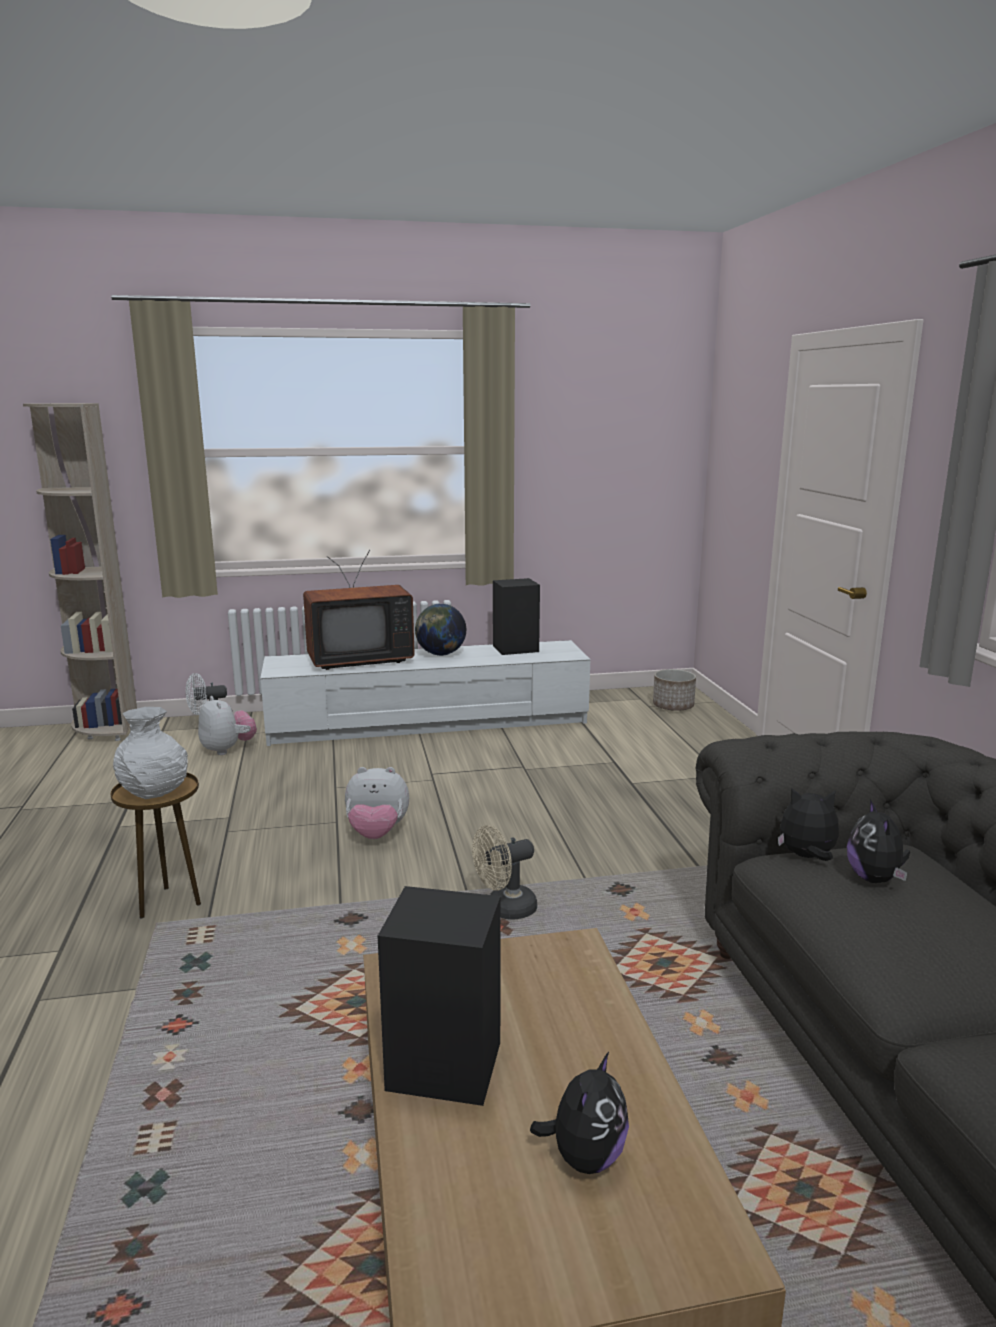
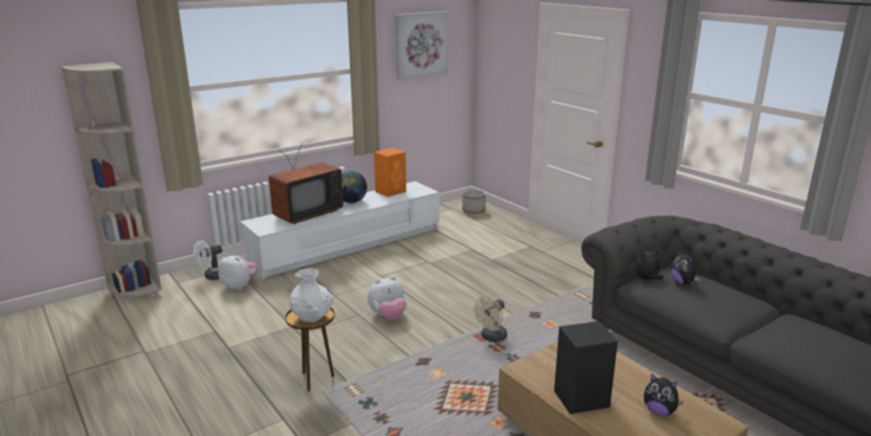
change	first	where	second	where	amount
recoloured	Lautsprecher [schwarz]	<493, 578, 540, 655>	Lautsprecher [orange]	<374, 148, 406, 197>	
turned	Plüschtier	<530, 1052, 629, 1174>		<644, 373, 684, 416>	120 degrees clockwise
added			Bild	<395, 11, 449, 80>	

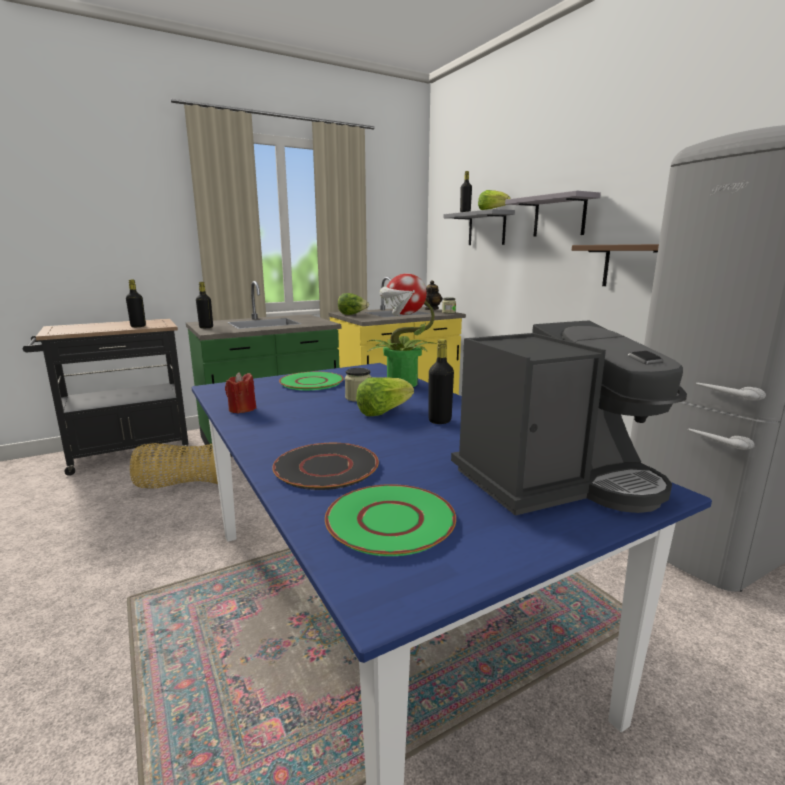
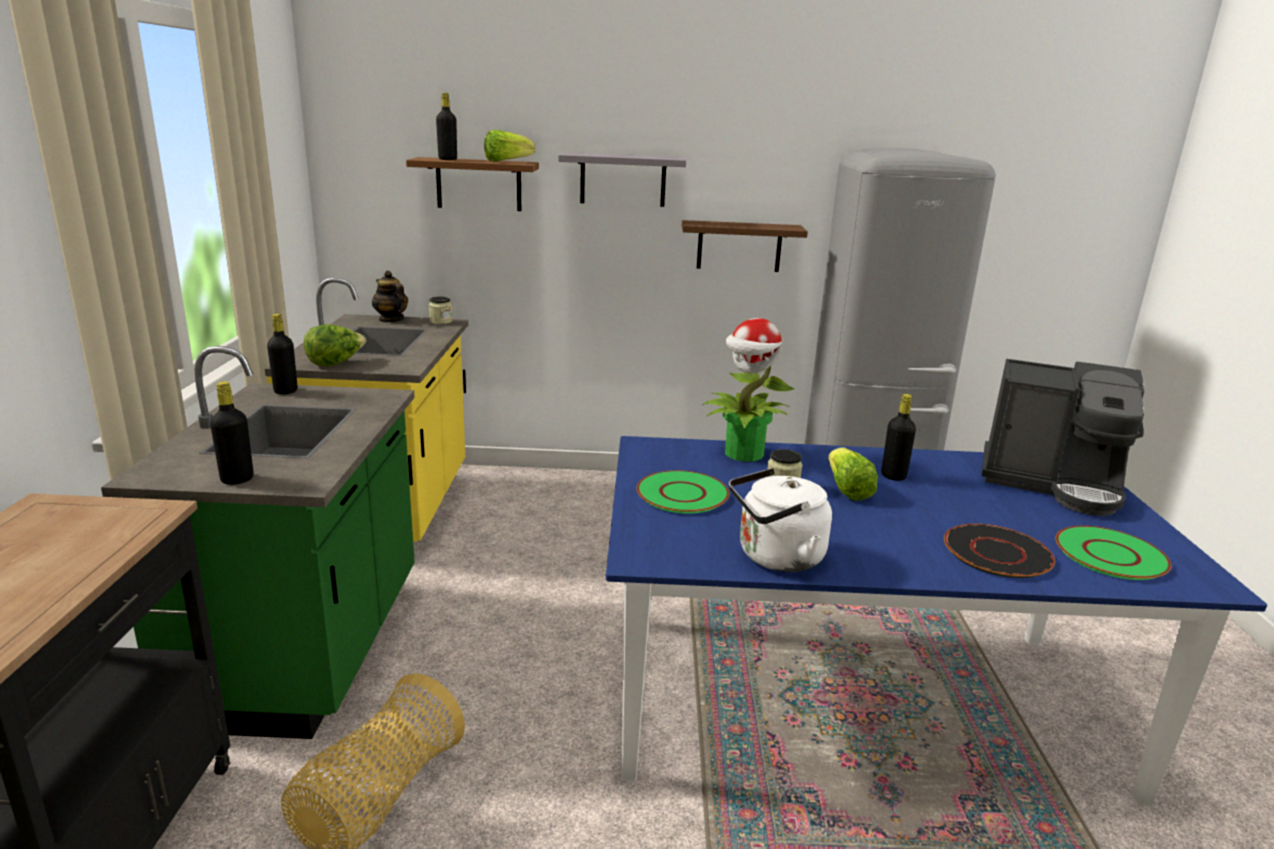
change	first	where	second	where	amount
recoloured	Wandregal [grau]	<443, 209, 515, 245>	Wandregal [braun]	<406, 157, 539, 211>	
moved	Flasche [schwarz]	<126, 280, 146, 327>		<267, 314, 298, 395>	
turned	Kaffeemaschine	<451, 320, 687, 516>		<982, 359, 1144, 516>	105 degrees clockwise
replaced	Kerze [rot]	<225, 372, 257, 414>	Wasserkessel [weiß]	<729, 468, 832, 572>	

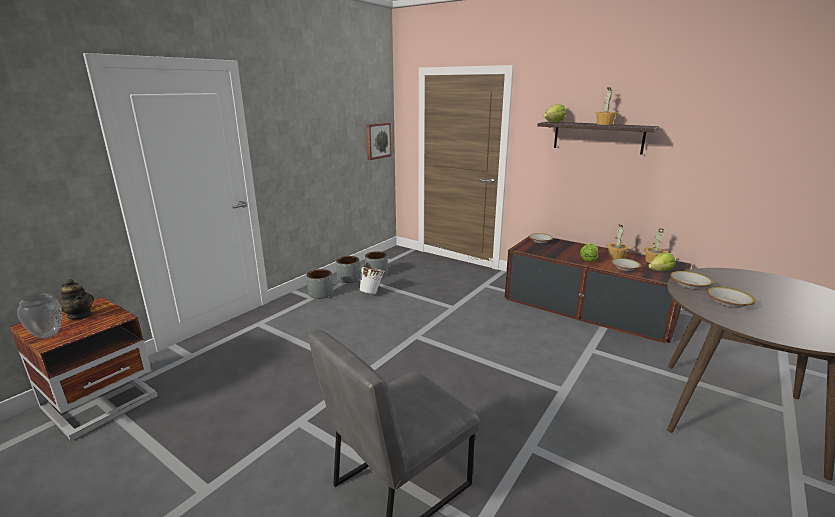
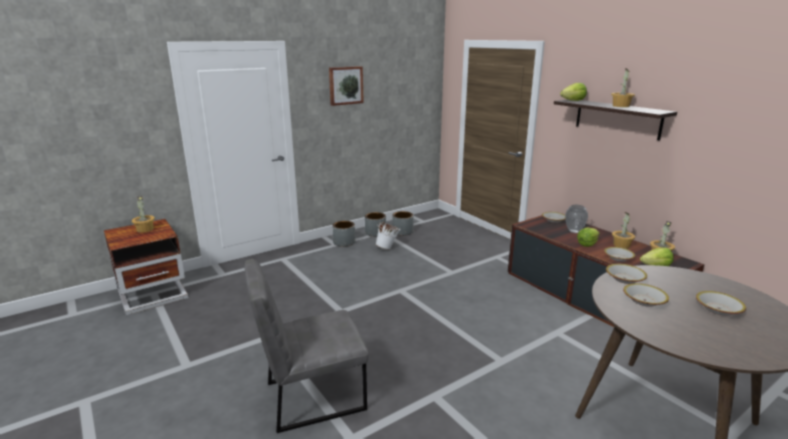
change	first	where	second	where	amount
moved	Bild	<366, 122, 392, 160>		<329, 66, 364, 106>	
replaced	Teekanne	<59, 279, 94, 320>	Topfpflanze	<132, 196, 155, 233>	
moved	Vase	<17, 293, 63, 339>		<565, 205, 588, 233>	
added			Schüssel	<696, 291, 746, 315>	

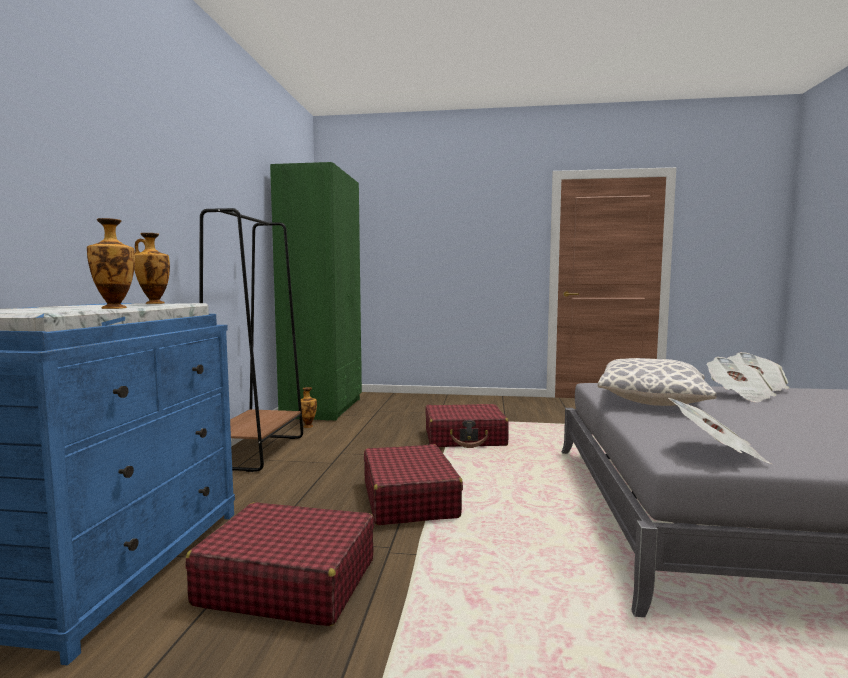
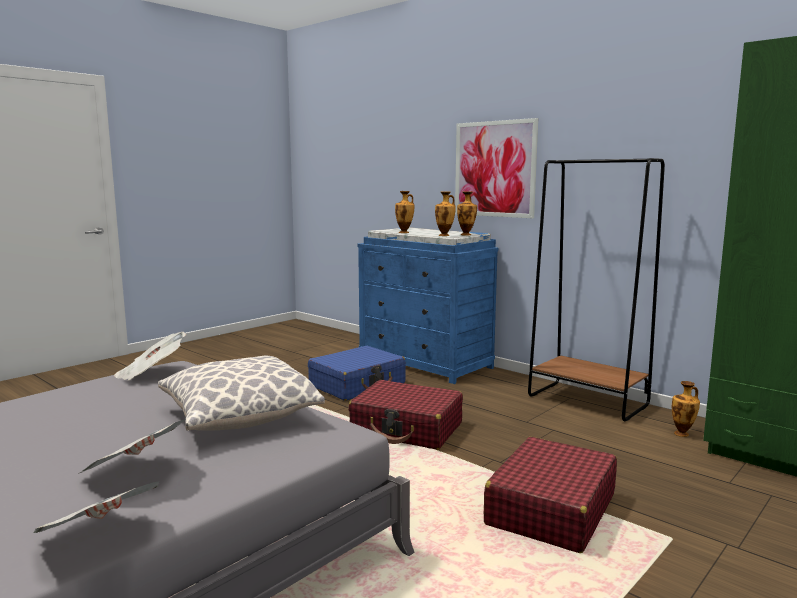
change	first	where	second	where	amount
recoloured	Koffer [rot]	<186, 502, 374, 626>	Koffer [blau]	<308, 346, 406, 401>	
added			Bild	<455, 118, 538, 218>	
added			Vase	<435, 192, 456, 236>	

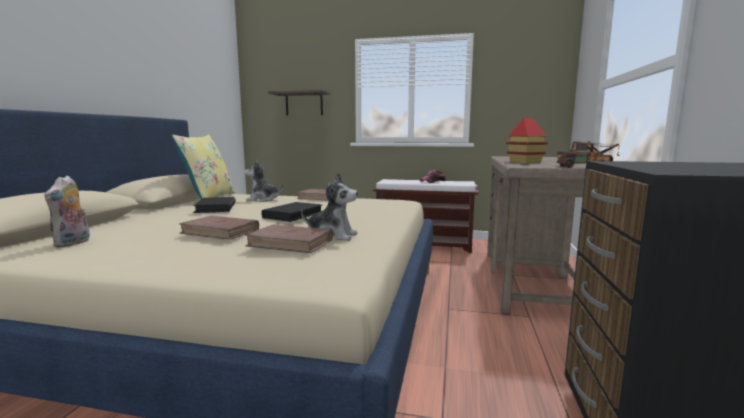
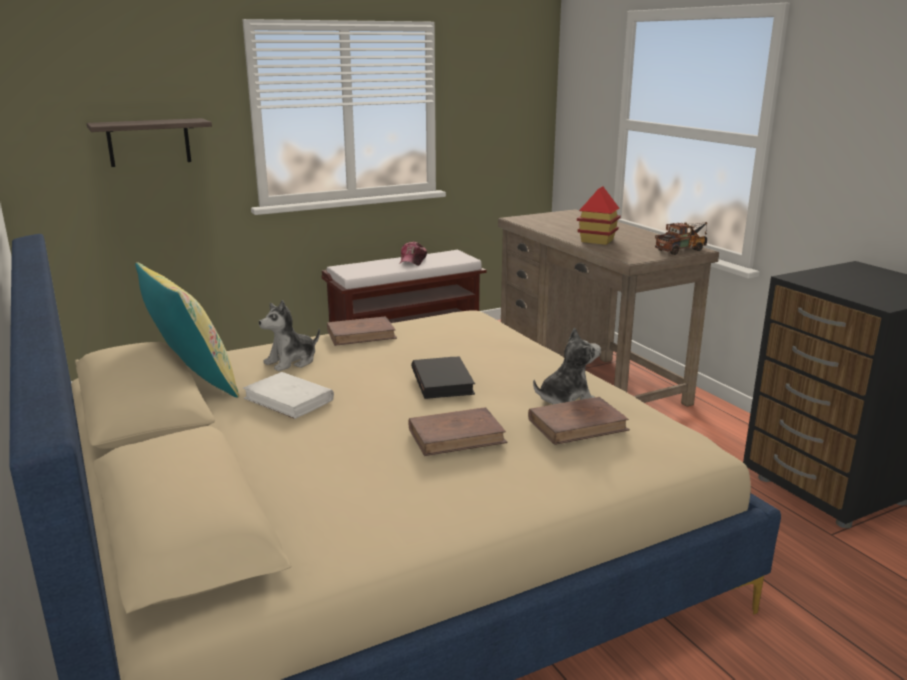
change	first	where	second	where	amount
removed	Plüschtier	<44, 175, 90, 248>			
recoloured	Buch [schwarz]	<193, 197, 236, 213>	Buch [weiß]	<243, 372, 334, 419>	

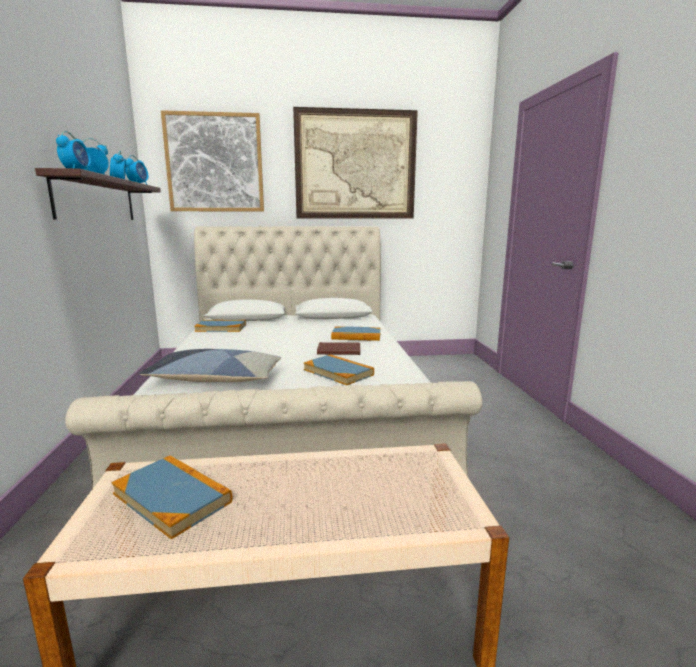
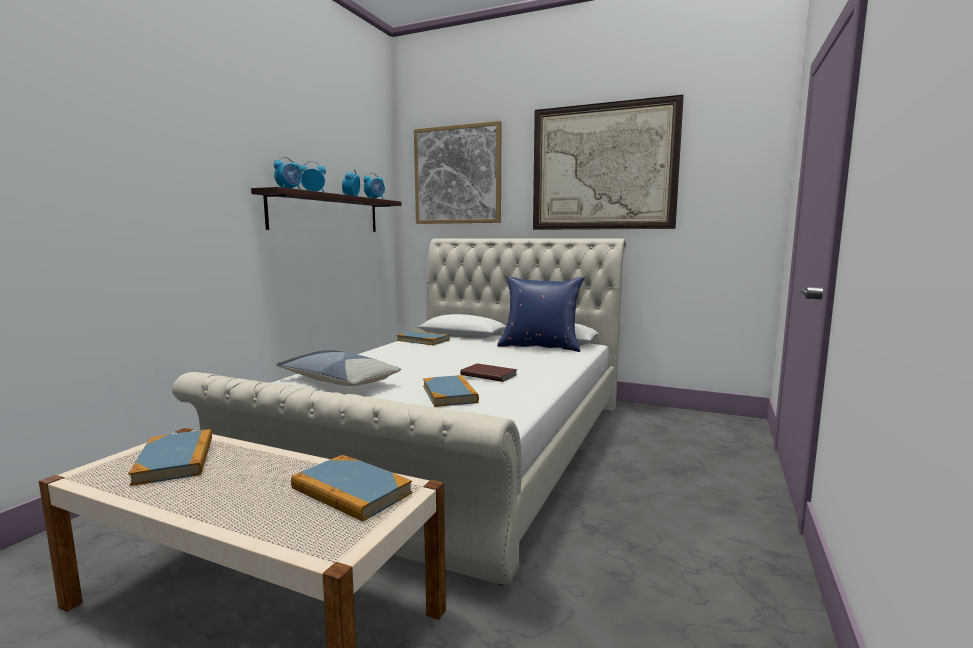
change	first	where	second	where	amount
moved	Buch	<331, 326, 381, 341>		<291, 455, 412, 522>	
added			Kissen [blau]	<497, 276, 585, 352>	

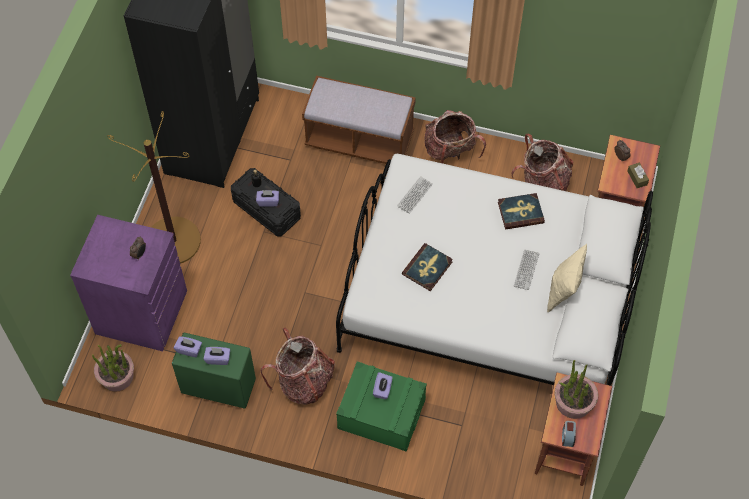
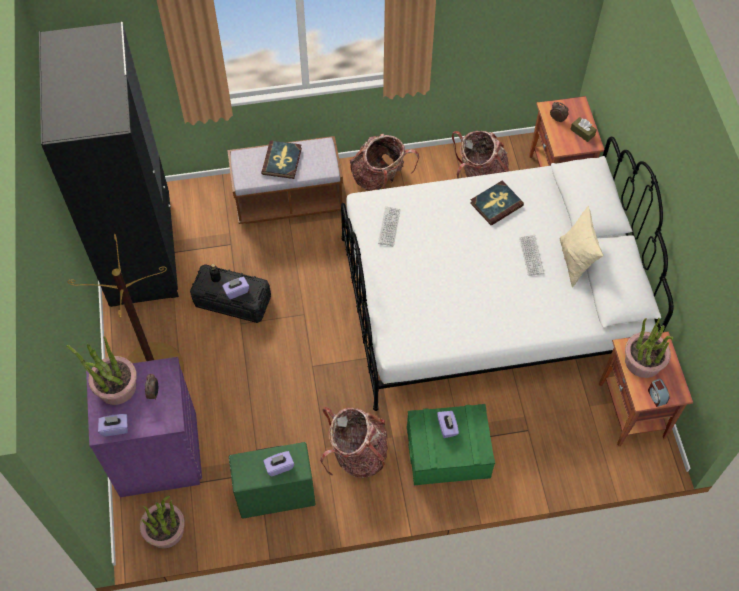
change	first	where	second	where	amount
moved	Buch	<402, 243, 453, 291>		<261, 140, 302, 179>	
moved	Taschentuchbox [lila]	<174, 336, 202, 357>		<98, 414, 128, 437>	
added			Topfpflanze	<67, 336, 137, 405>	

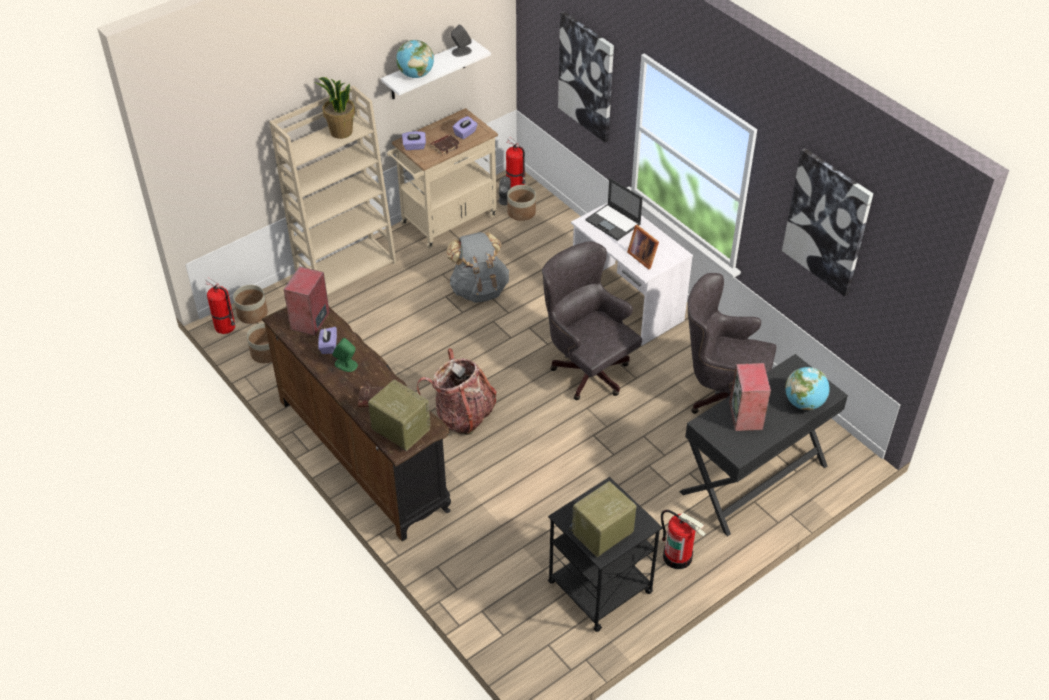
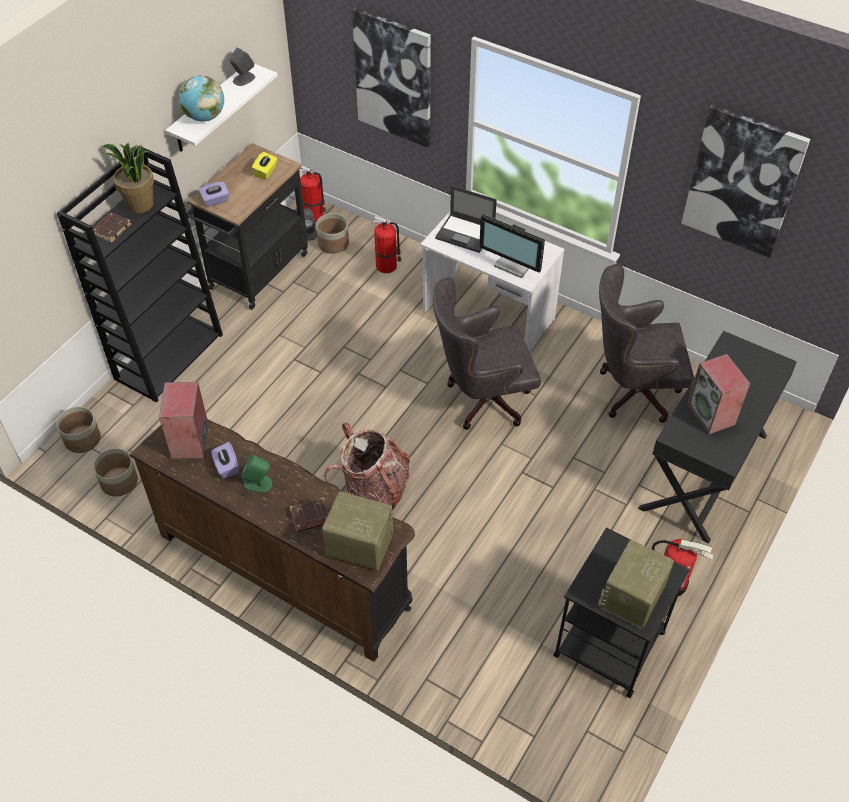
change	first	where	second	where	amount
recoloured	Bücherregal [beige]	<269, 85, 397, 295>	Bücherregal [schwarz]	<57, 146, 223, 402>	
recoloured	Rollwagen [beige]	<387, 108, 498, 249>	Rollwagen [schwarz]	<186, 143, 308, 310>	
recoloured	Taschentuchbox [lila]	<453, 116, 478, 139>	Taschentuchbox [gelb]	<252, 152, 277, 179>	
moved	Buch [braun]	<430, 134, 461, 156>		<93, 212, 131, 243>	
replaced	Bilderrahmen	<627, 225, 659, 269>	Monitor	<479, 214, 545, 278>	
removed	Rucksack [grau]	<446, 232, 509, 303>			
turned	Bürostuhl [grau]	<542, 241, 642, 400>		<433, 277, 541, 430>	45 degrees counterclockwise
moved	Feuerlöscher	<206, 278, 235, 334>		<373, 216, 401, 273>	
removed	Globus	<785, 367, 830, 410>			

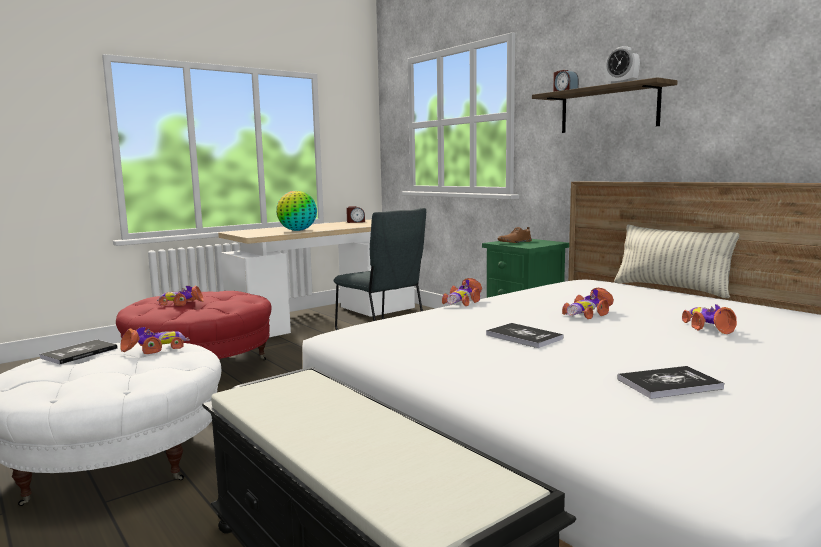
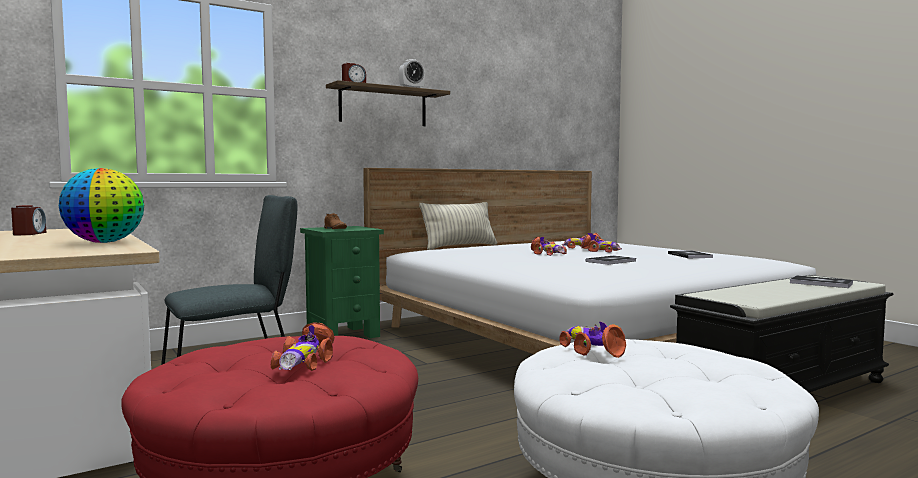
change	first	where	second	where	amount
moved	Spielzeugauto	<442, 278, 482, 306>		<581, 235, 622, 253>	
moved	Buch	<39, 339, 117, 364>		<790, 275, 853, 288>	

